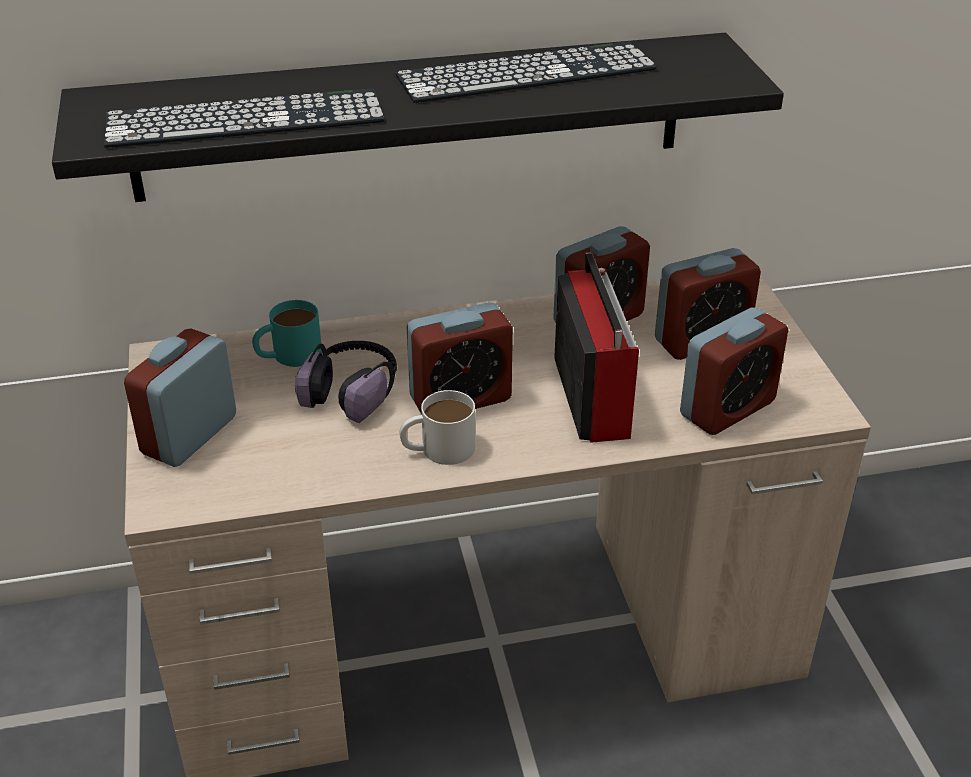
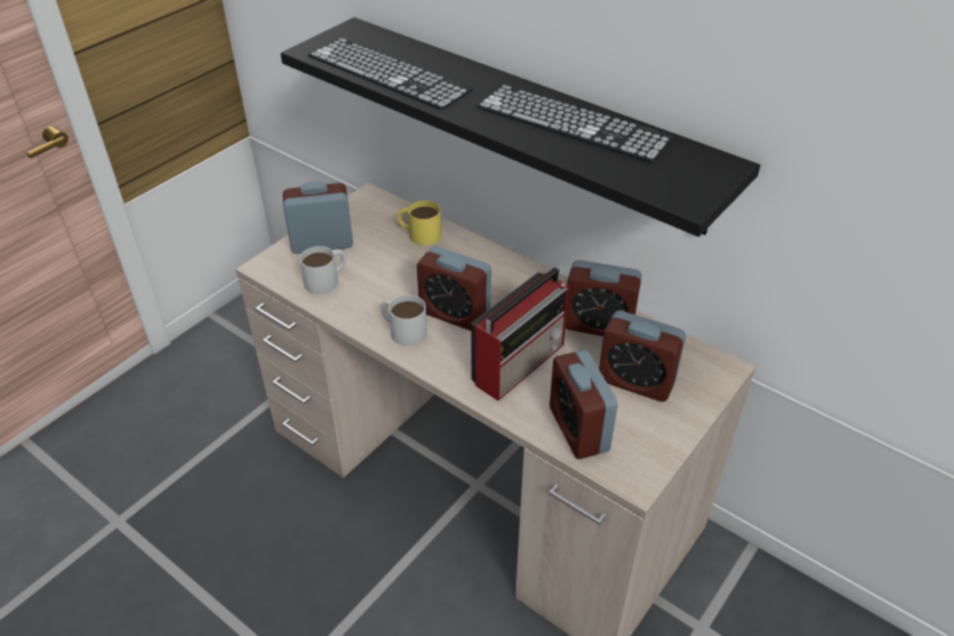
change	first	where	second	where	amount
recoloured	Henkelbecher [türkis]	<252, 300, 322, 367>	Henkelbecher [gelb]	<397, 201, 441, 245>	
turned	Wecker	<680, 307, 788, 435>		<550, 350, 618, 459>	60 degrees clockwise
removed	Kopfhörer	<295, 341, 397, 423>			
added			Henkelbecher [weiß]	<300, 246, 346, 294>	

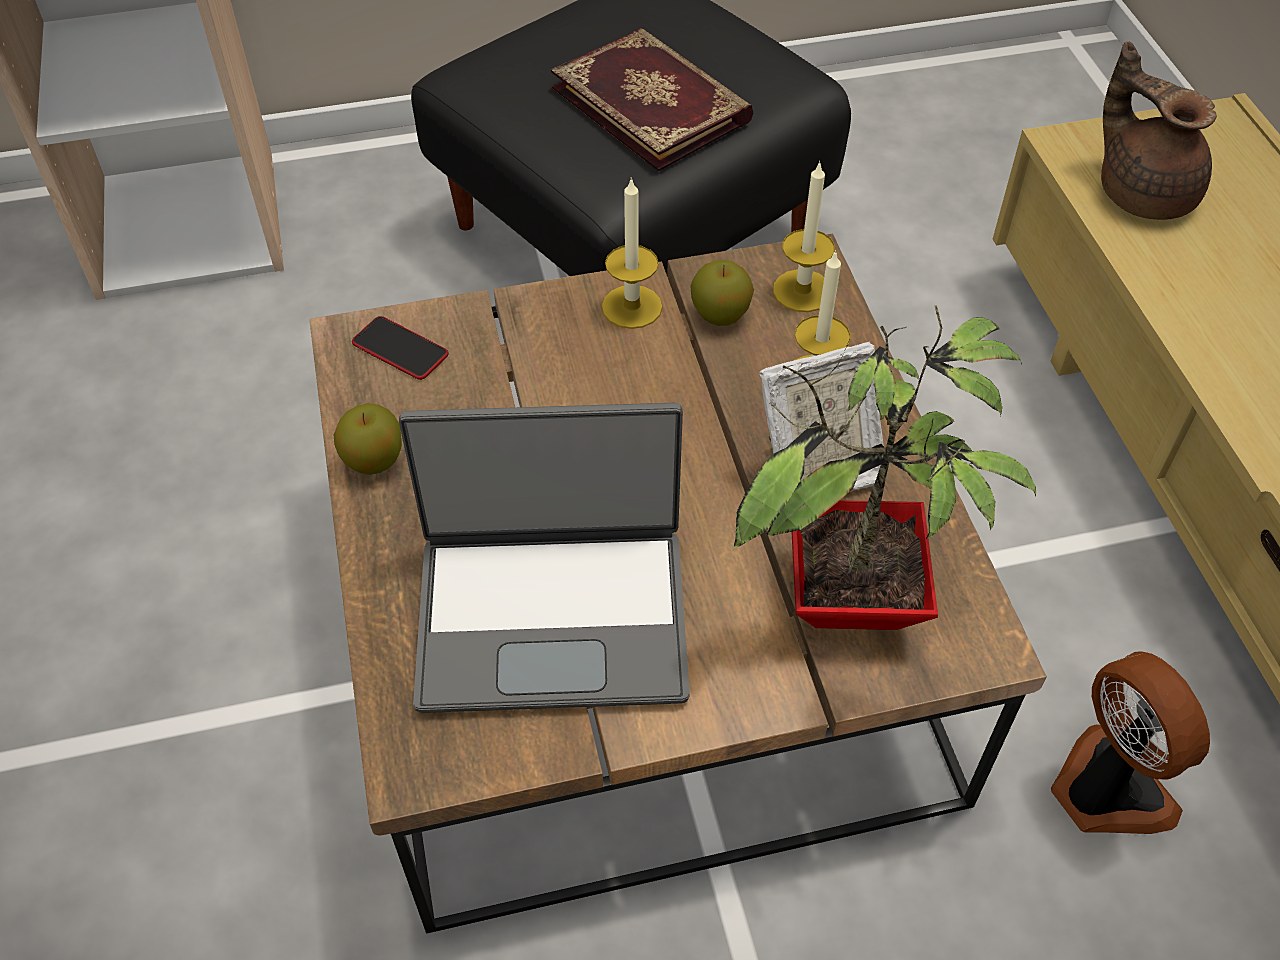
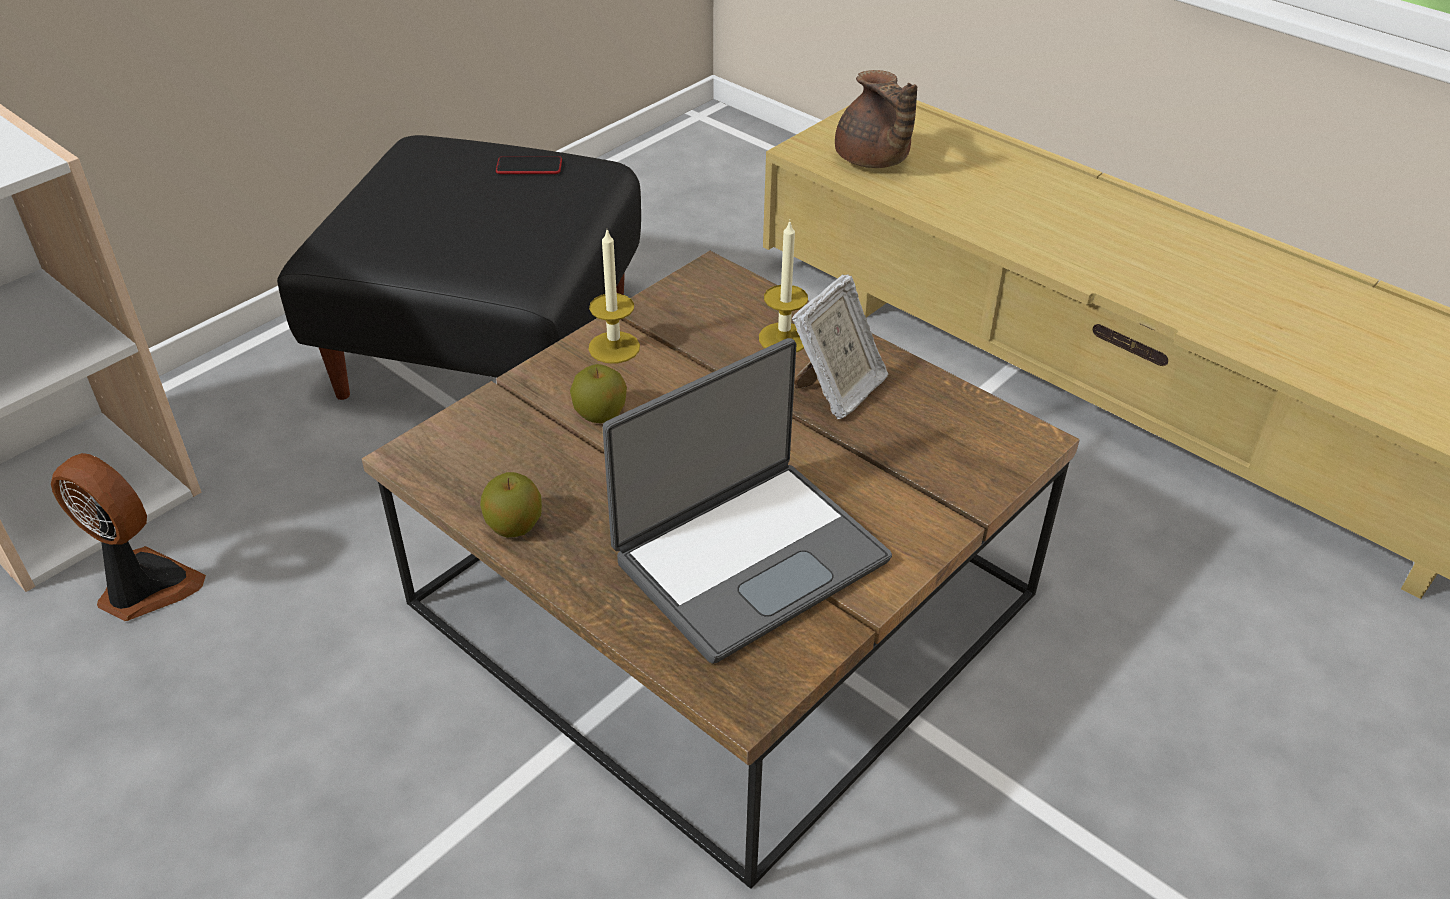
change	first	where	second	where	amount
removed	Buch	<551, 28, 753, 171>			
turned	Teekanne [braun]	<1101, 41, 1217, 220>		<835, 70, 917, 168>	135 degrees counterclockwise
removed	Kerze	<773, 161, 835, 312>			
moved	Apfel	<690, 260, 754, 326>		<570, 364, 627, 423>	
removed	Topfpflanze	<734, 305, 1036, 630>			
moved	Handy	<352, 316, 449, 380>		<496, 156, 562, 174>	
moved	Ventilator	<1051, 651, 1210, 834>		<51, 453, 206, 621>	

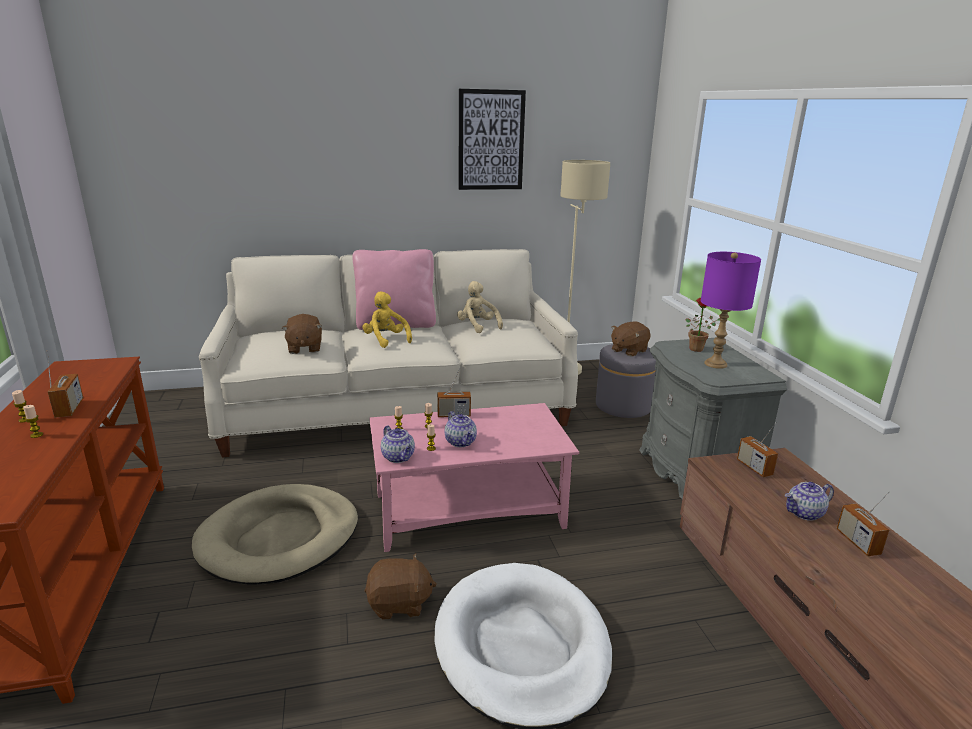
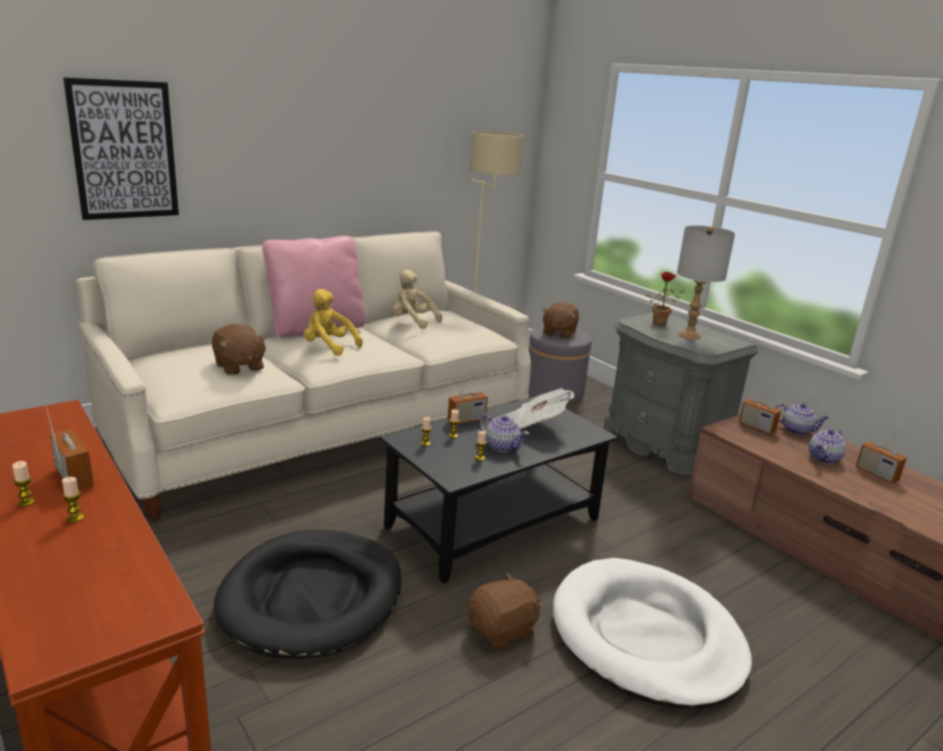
change	first	where	second	where	amount
moved	Bild	<458, 89, 526, 190>		<63, 77, 179, 220>	
recoloured	Tischlampe [lila]	<701, 252, 761, 369>	Tischlampe [grau]	<677, 225, 735, 340>	
recoloured	Couchtisch [rosa]	<369, 403, 579, 552>	Couchtisch [schwarz]	<379, 395, 618, 584>	
moved	Teekanne	<381, 425, 415, 463>		<775, 403, 829, 435>	
recoloured	Hundebett [beige]	<192, 484, 358, 585>	Hundebett [schwarz]	<213, 530, 401, 659>	
added			Zeitung	<502, 388, 574, 429>	

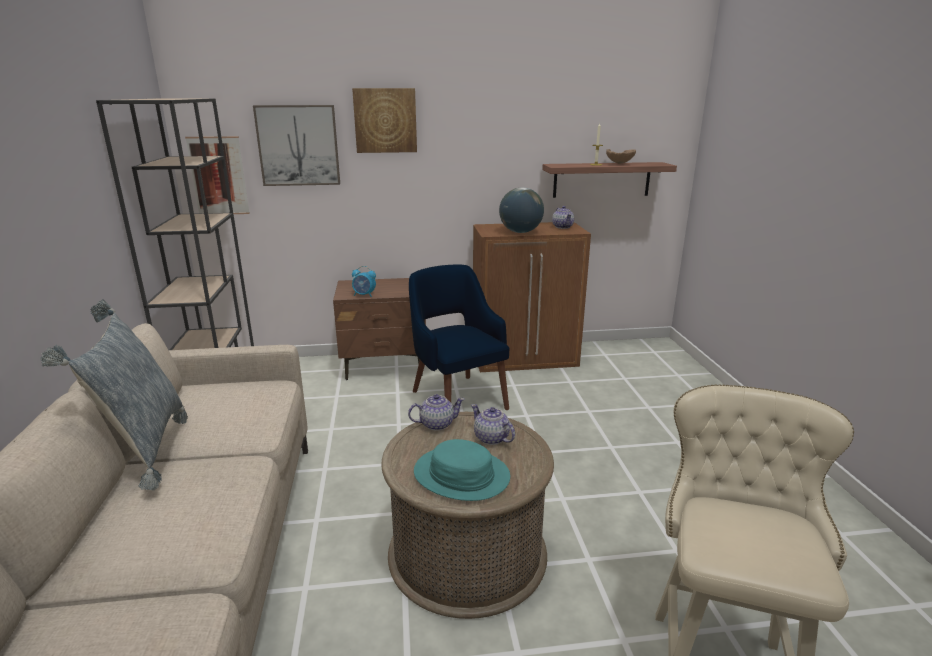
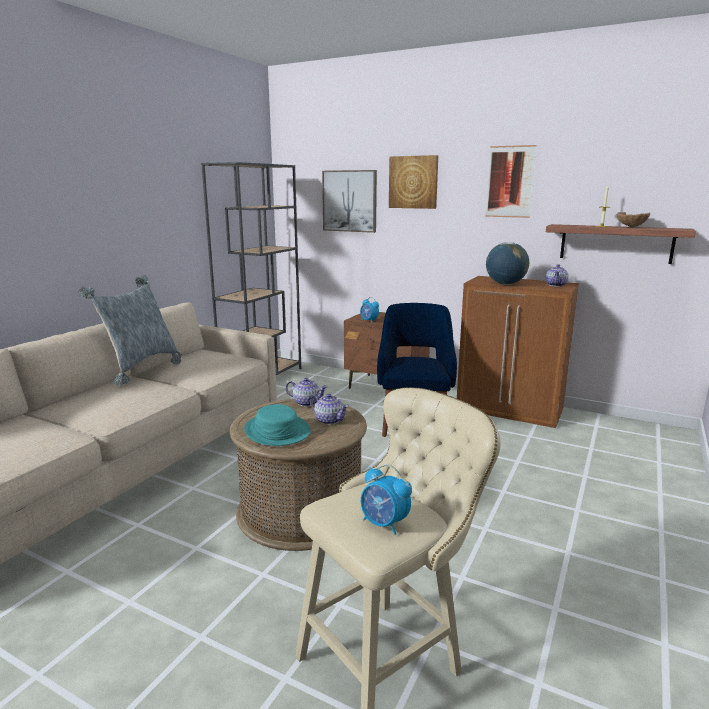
change	first	where	second	where	amount
moved	Bild	<185, 136, 250, 214>		<485, 145, 537, 218>	
turned	Teekanne	<471, 404, 515, 445>		<310, 394, 349, 425>	135 degrees clockwise
added			Wecker	<361, 464, 412, 535>	

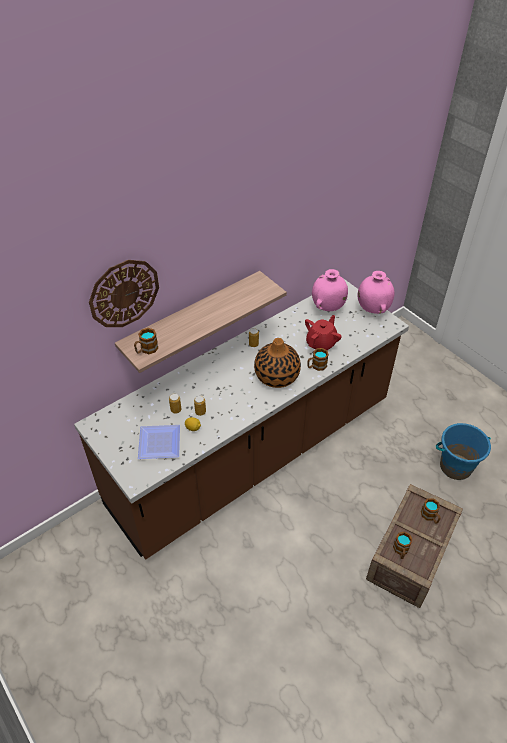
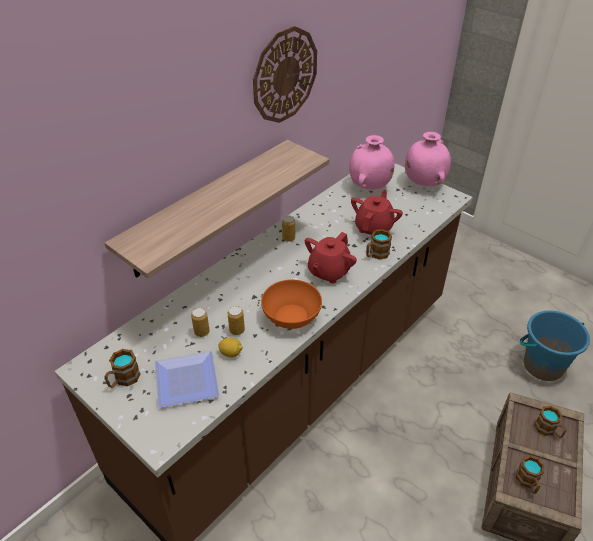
change	first	where	second	where	amount
moved	Wanduhr	<89, 260, 159, 327>		<253, 26, 317, 123>	
moved	Henkelbecher	<134, 328, 158, 354>		<105, 349, 141, 388>	
replaced	Vase	<254, 338, 301, 388>	Teekanne [rot]	<305, 232, 357, 283>	
added			Schüssel [orange]	<261, 279, 322, 329>	

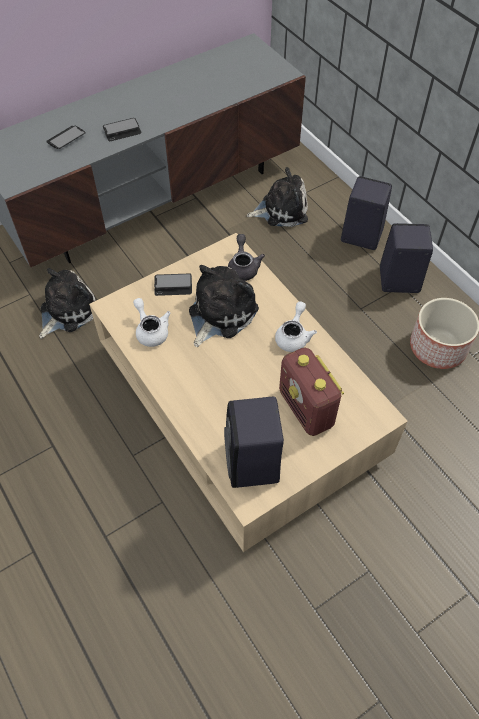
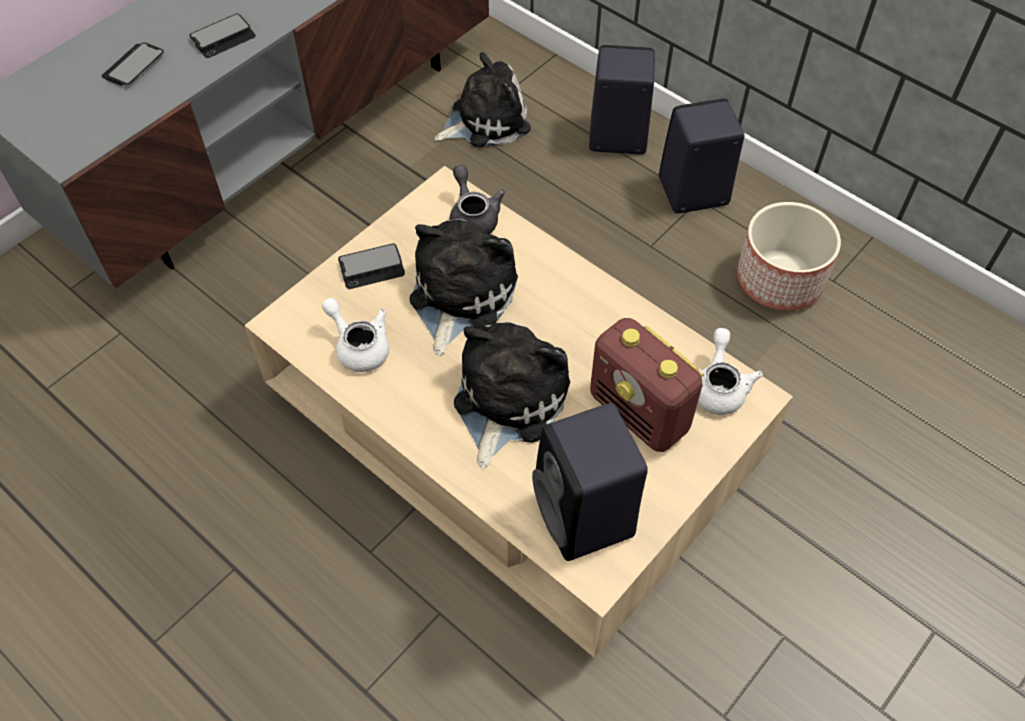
change	first	where	second	where	amount
moved	Plüschtier	<39, 268, 95, 339>		<454, 322, 570, 468>	
moved	Teekanne [weiß]	<275, 301, 317, 352>		<698, 328, 763, 415>	

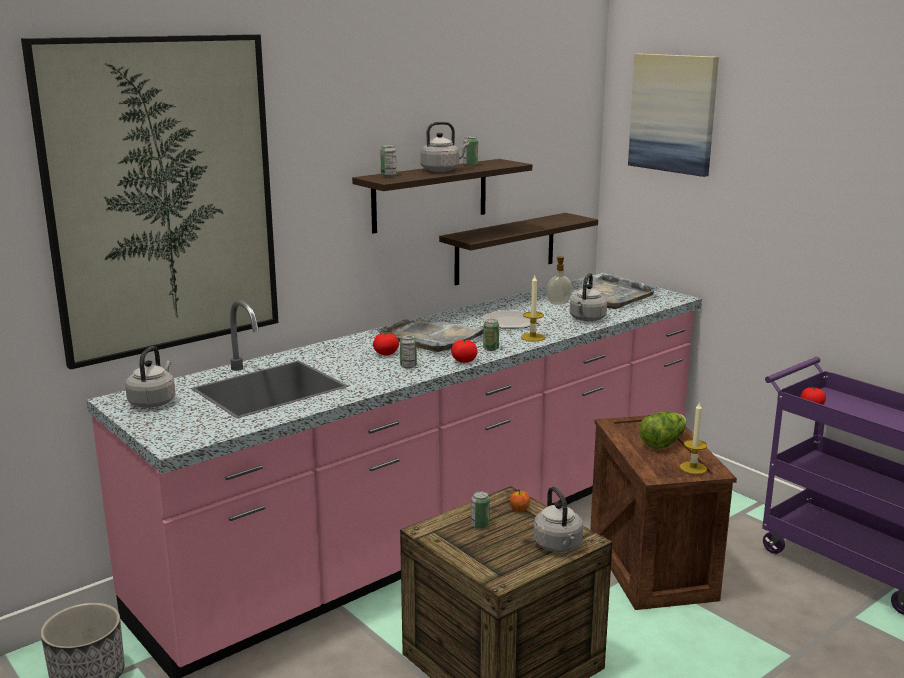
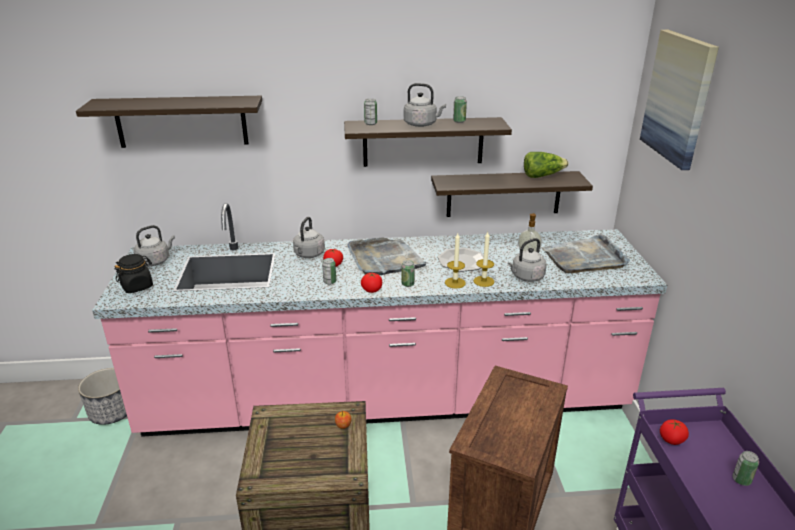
change	first	where	second	where	amount
replaced	Bild	<21, 34, 279, 370>	Wandregal	<76, 96, 262, 148>	
moved	Kerze	<680, 401, 707, 474>		<474, 232, 494, 287>	
moved	Salatkopf	<639, 412, 686, 449>		<524, 152, 569, 178>	
moved	Wasserkessel [grau]	<533, 486, 583, 552>		<293, 217, 325, 258>	
moved	Dose	<471, 491, 490, 529>		<733, 451, 759, 486>	
added			Vorratsglas [schwarz]	<114, 254, 153, 293>	

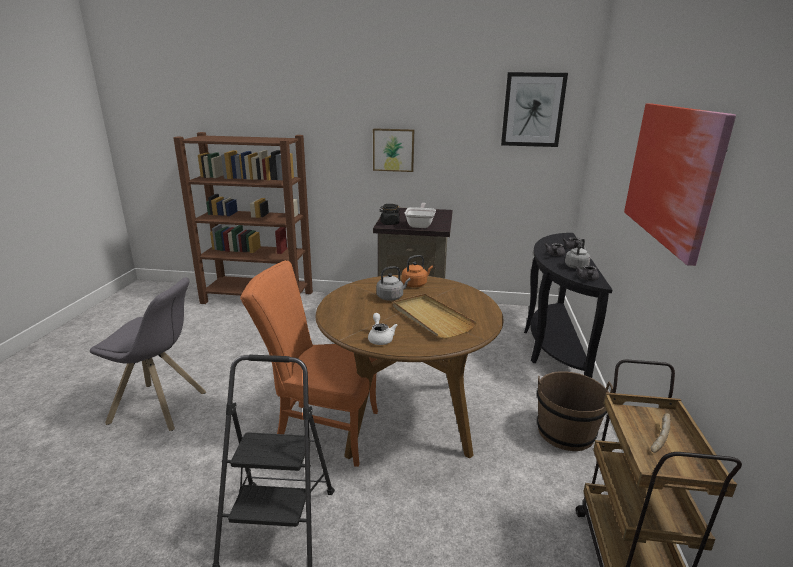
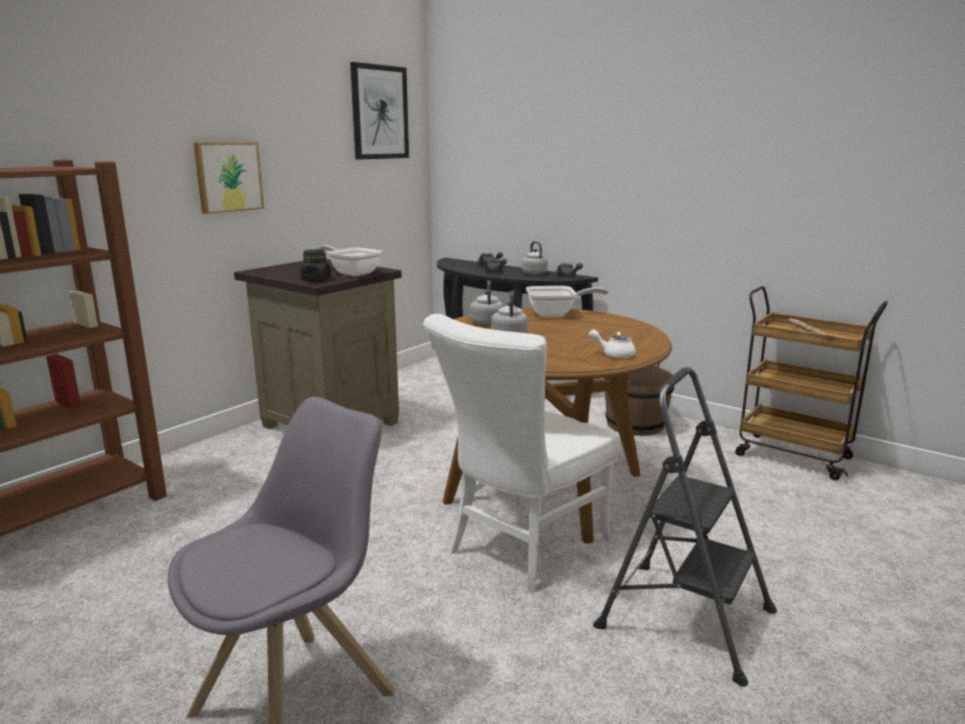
change	first	where	second	where	amount
removed	Bild	<624, 103, 736, 266>			
recoloured	Wasserkessel [orange]	<402, 255, 433, 287>	Wasserkessel [grau]	<470, 280, 504, 325>	
recoloured	Stuhl [orange]	<240, 260, 378, 467>	Stuhl [weiß]	<423, 314, 620, 593>	
removed	Tablett [beige]	<393, 294, 477, 339>			
added			Pfanne	<526, 286, 608, 316>	

